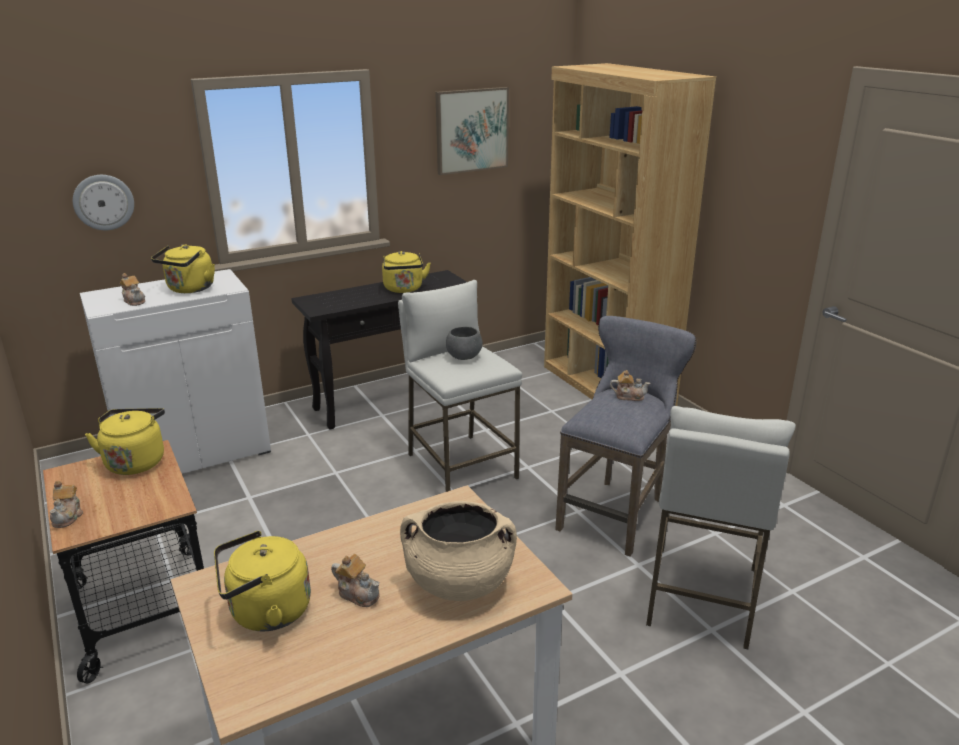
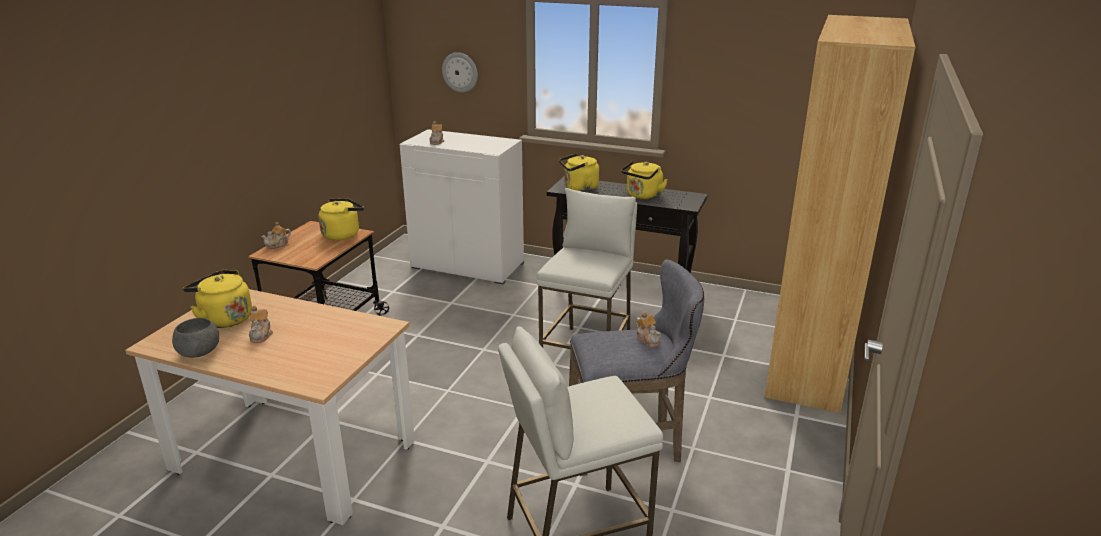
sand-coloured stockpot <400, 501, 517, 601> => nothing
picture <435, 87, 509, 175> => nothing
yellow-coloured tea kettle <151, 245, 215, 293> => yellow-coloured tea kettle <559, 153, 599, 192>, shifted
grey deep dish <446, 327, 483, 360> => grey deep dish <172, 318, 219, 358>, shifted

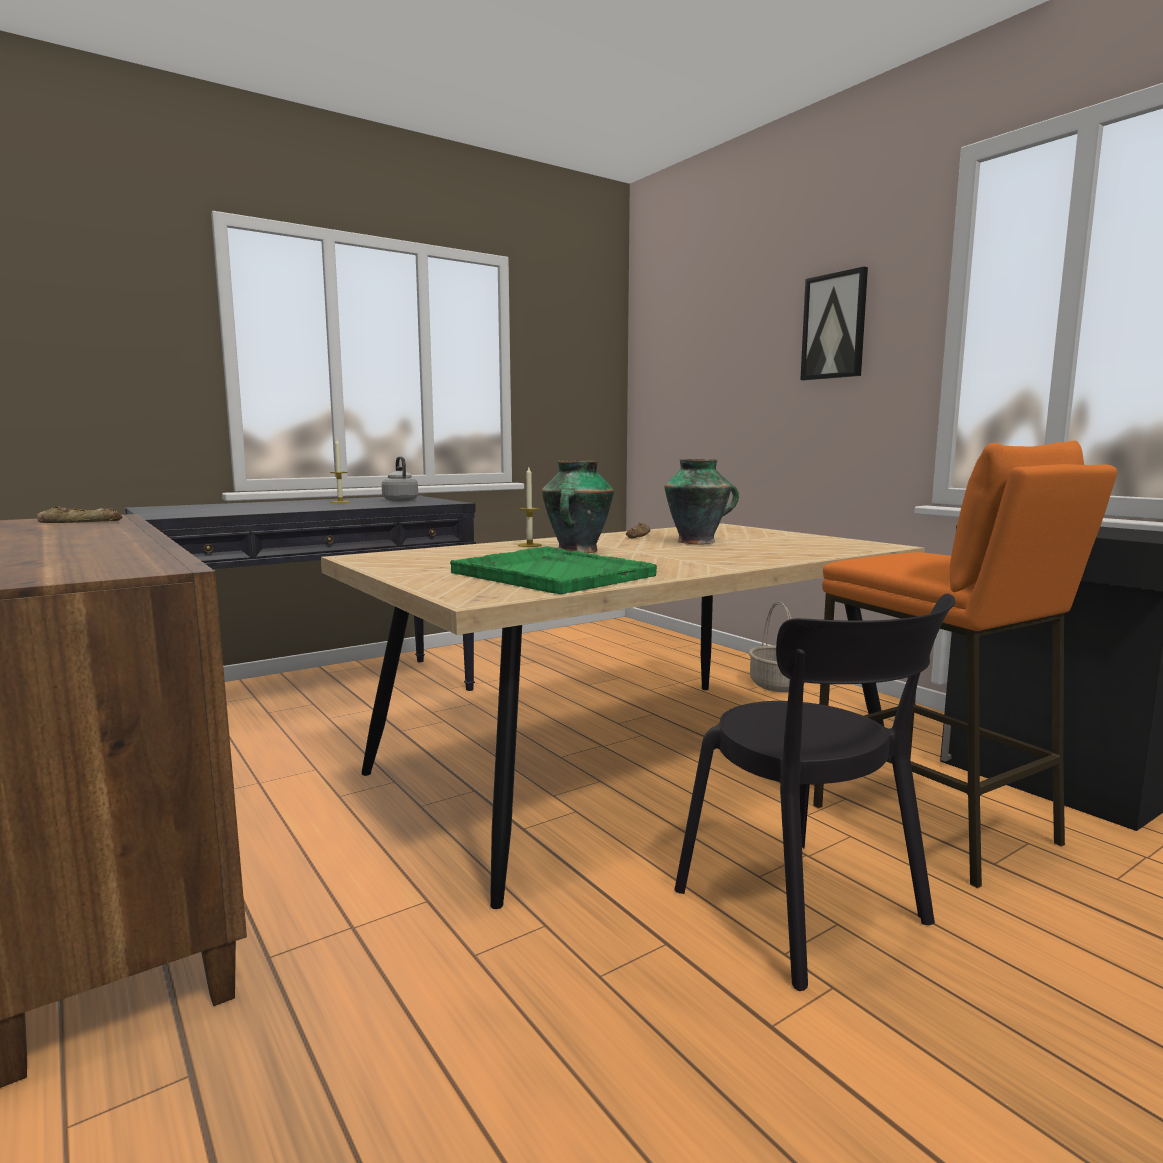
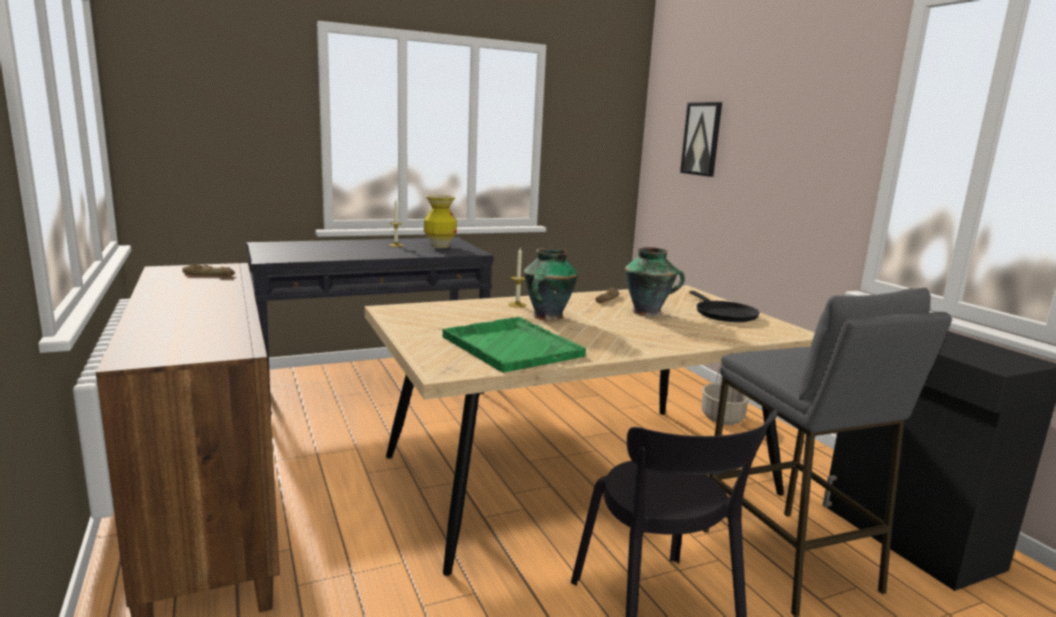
nothing => black pan <689, 291, 760, 322>
picture <800, 267, 868, 381> => picture <680, 102, 722, 177>, shifted
grey tea kettle <382, 456, 418, 502> => vase <424, 195, 457, 248>
orangey sitting stool <813, 440, 1117, 889> => grey sitting stool <702, 288, 952, 617>

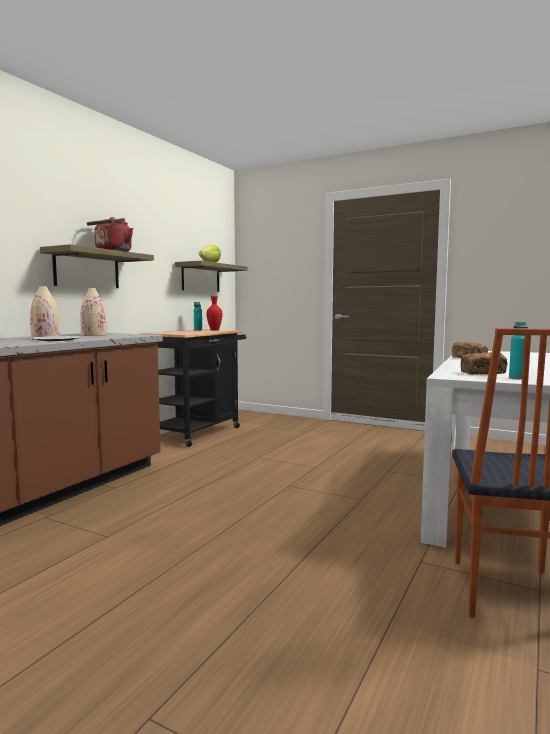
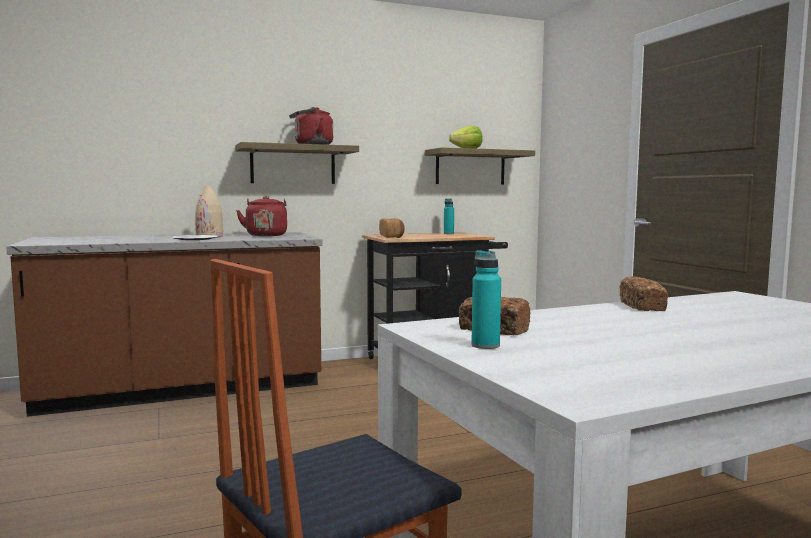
red vase <207, 296, 222, 331> => nothing
nothing => baked bread <379, 218, 405, 238>
sand-coloured vase <80, 288, 107, 336> => red tea kettle <236, 196, 287, 236>

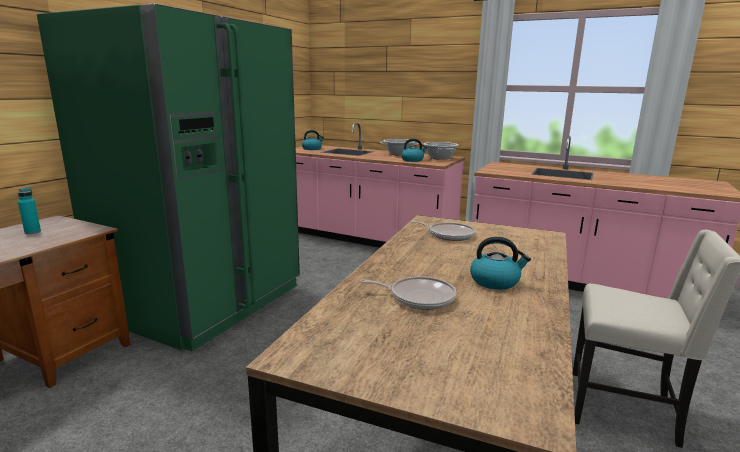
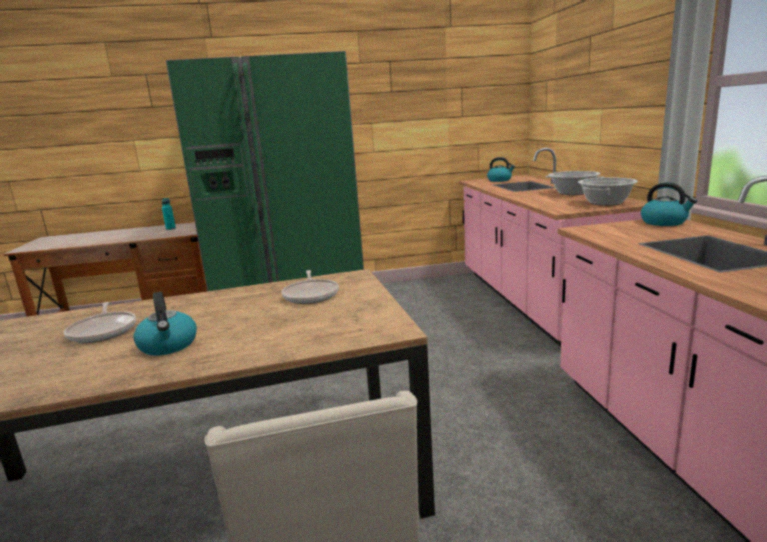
tea kettle <401, 138, 427, 162> => tea kettle <641, 182, 697, 226>, shifted

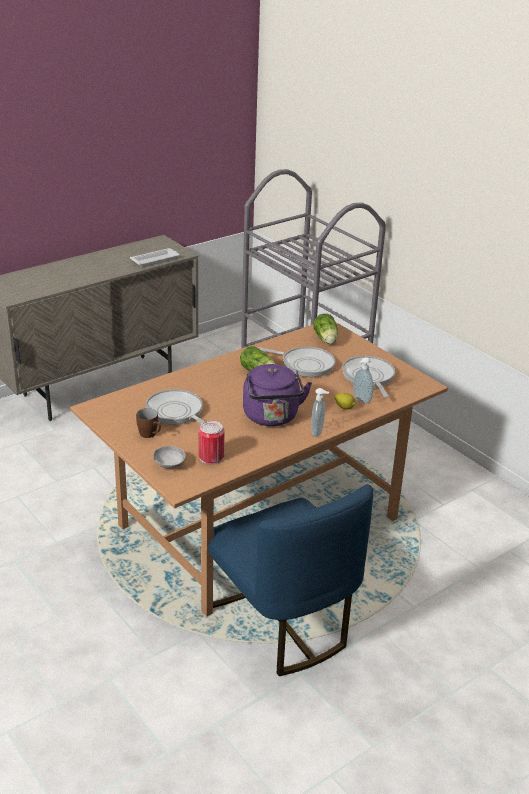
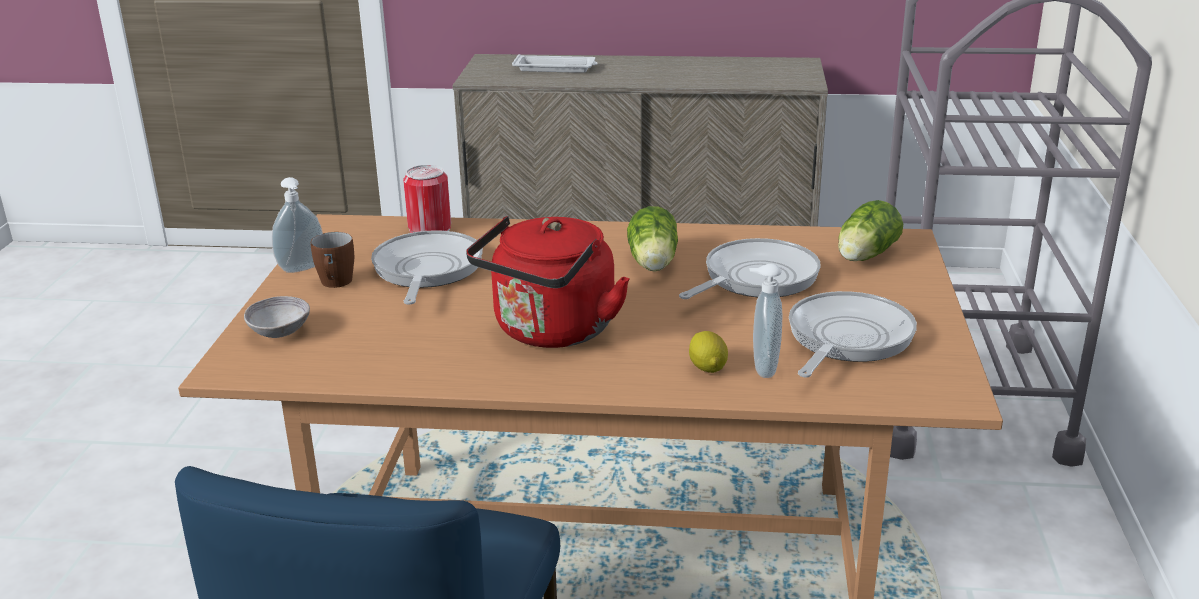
whitish serving tray <130, 248, 179, 267> => whitish serving tray <512, 54, 598, 73>, shifted
can <199, 421, 225, 464> => can <403, 165, 451, 233>, shifted
soap dispenser <311, 388, 329, 437> => soap dispenser <272, 177, 323, 273>, shifted
purple tea kettle <243, 364, 312, 426> => red tea kettle <466, 216, 630, 348>
pan <258, 347, 335, 377> => pan <679, 238, 821, 299>, 105 degrees counterclockwise

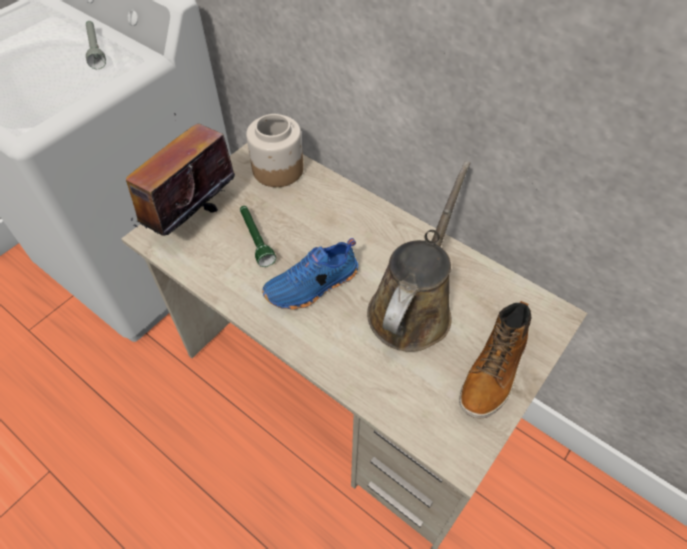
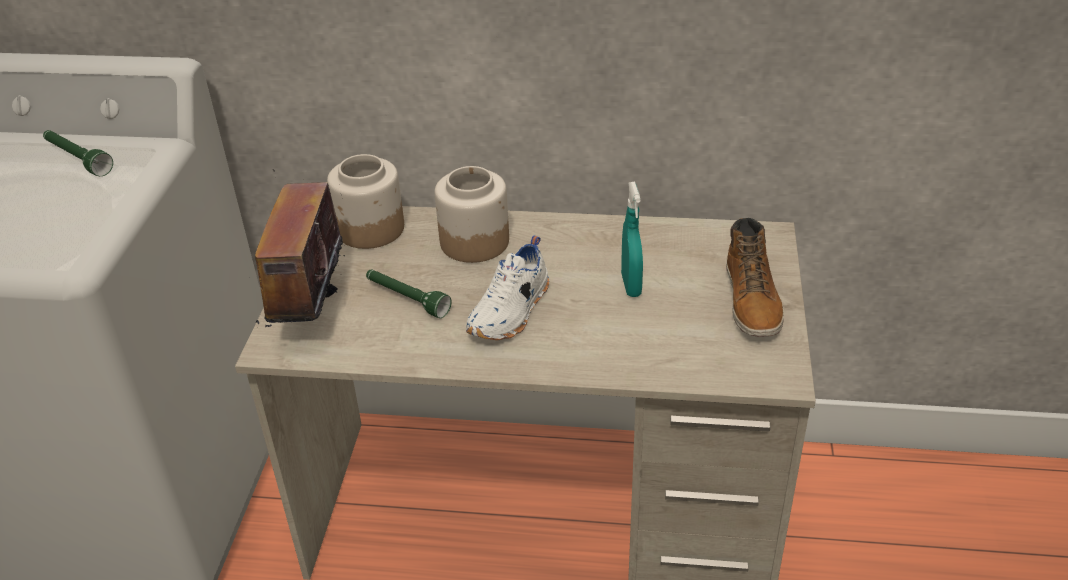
nothing => jar <435, 166, 509, 263>
brownish sprinkling can <367, 161, 471, 352> => turquoise spray bottle <621, 182, 643, 297>
grey flashlight <86, 21, 106, 69> => greenish flashlight <43, 130, 113, 176>
bluish item of footwear <262, 238, 358, 310> => whitish item of footwear <466, 235, 549, 340>

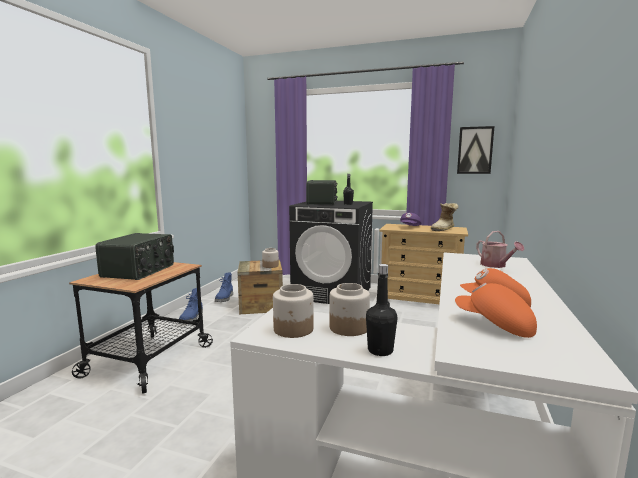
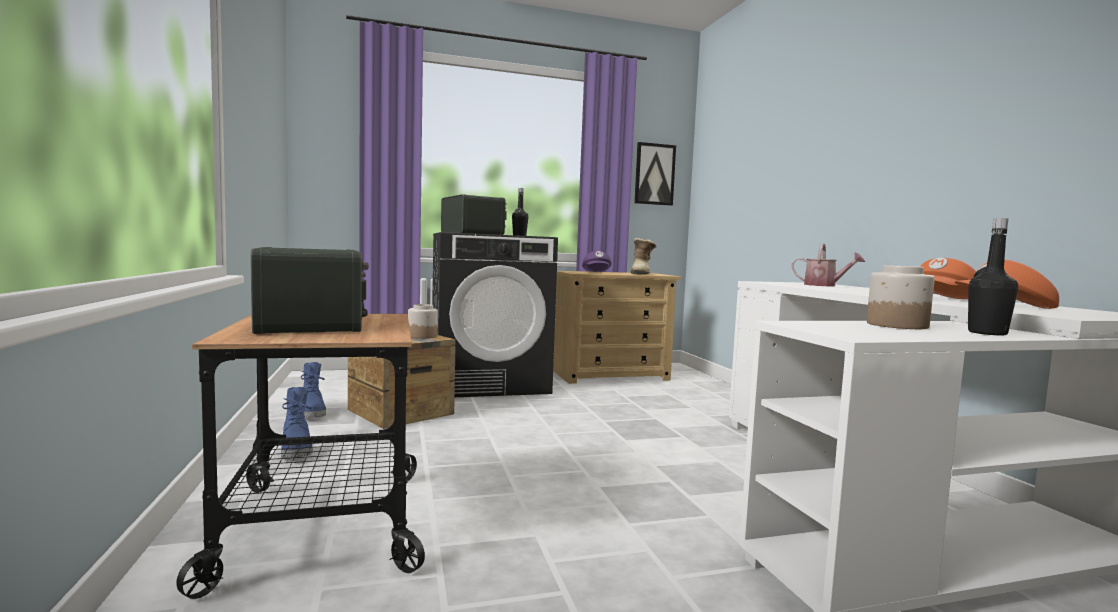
jar <273, 284, 314, 338> => nothing

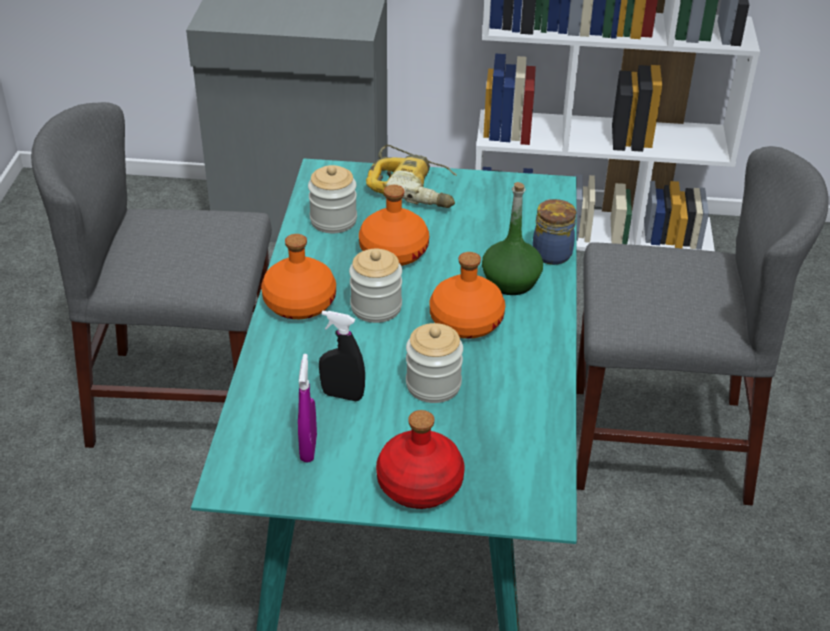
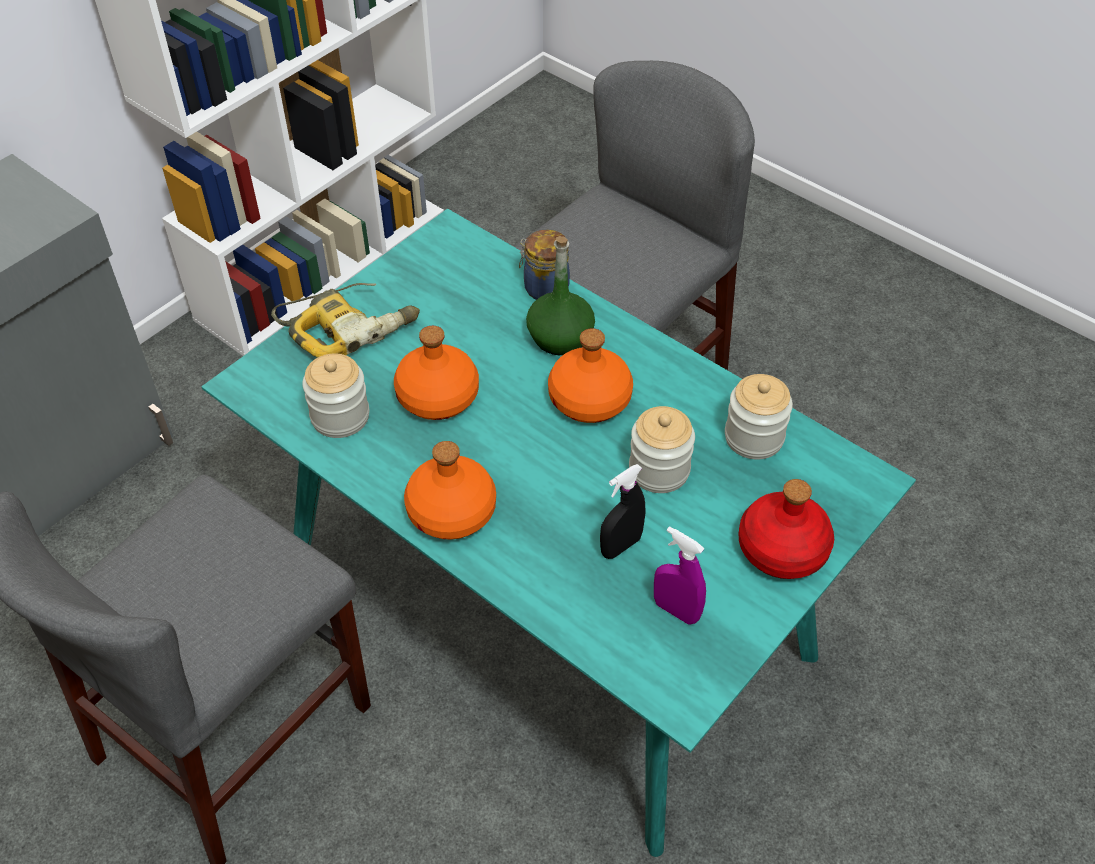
jar <349, 248, 402, 323> => jar <725, 374, 793, 460>, shifted

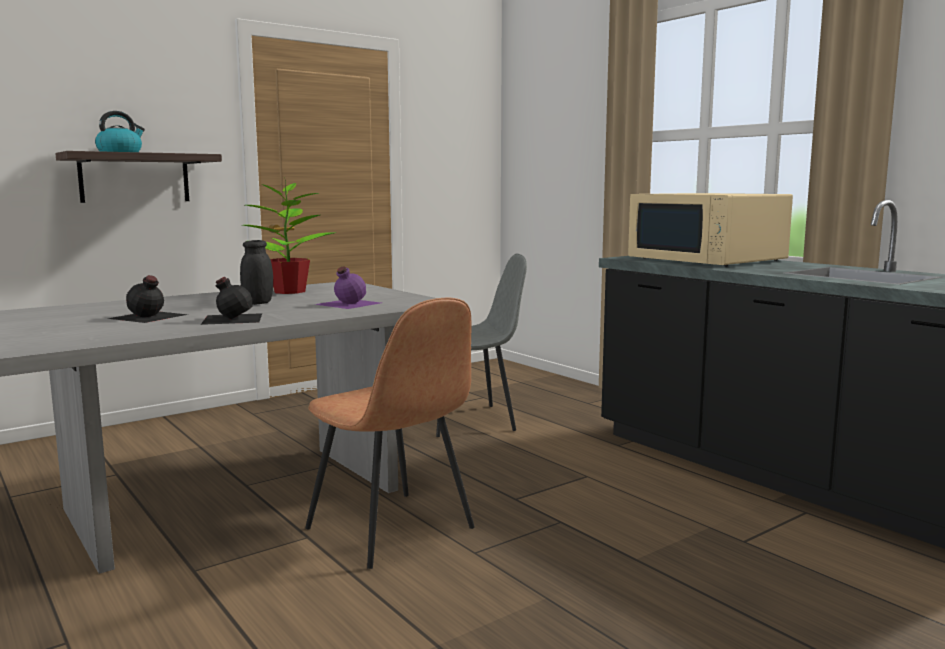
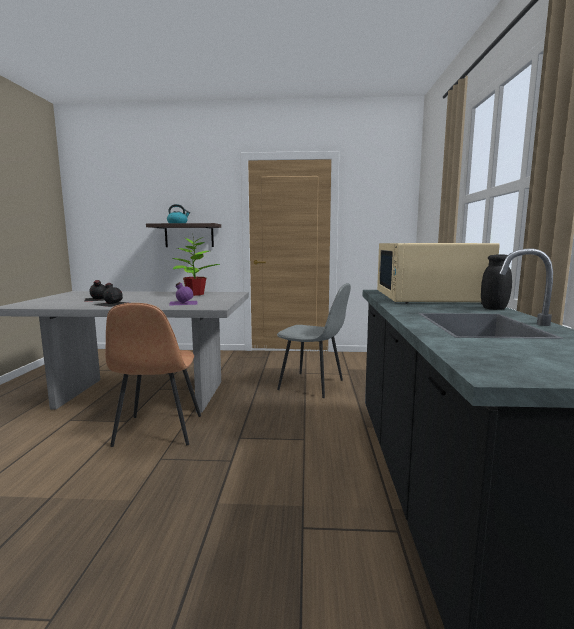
black jar <240, 240, 273, 305> => black jar <481, 254, 512, 310>, shifted

